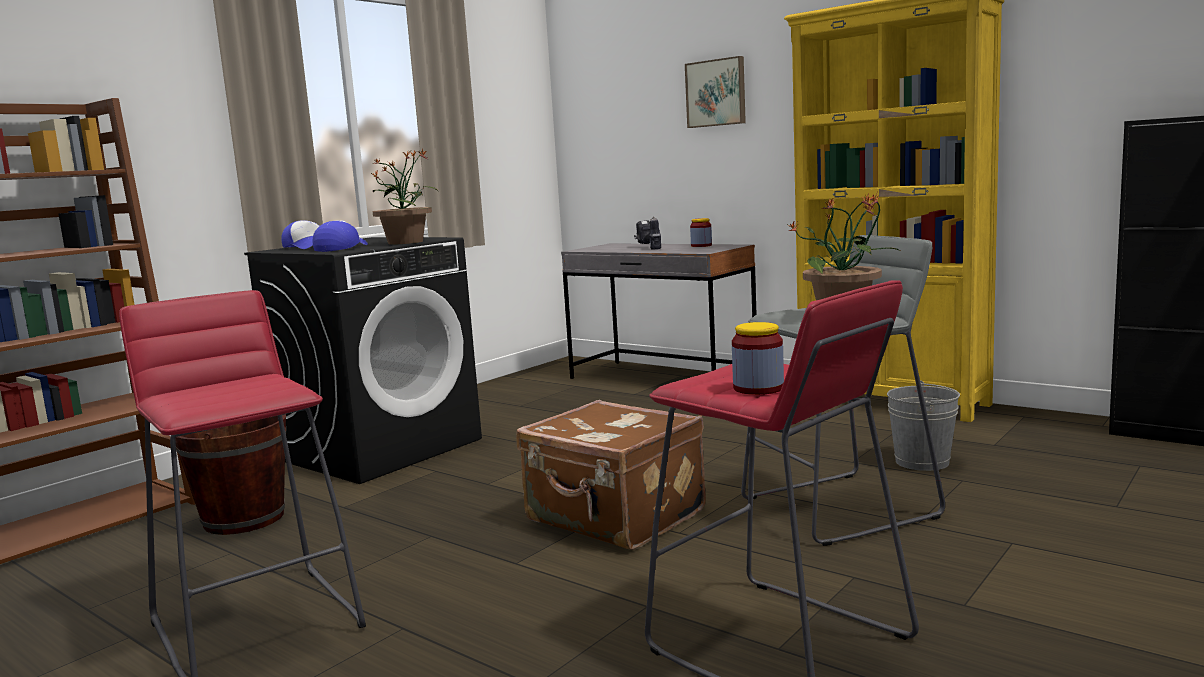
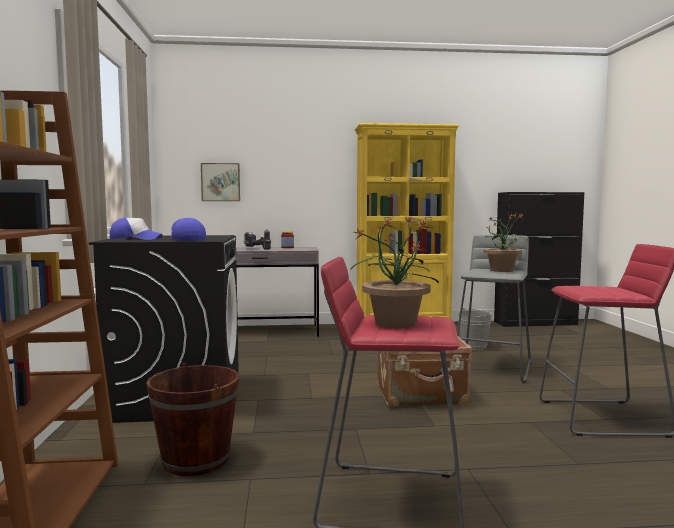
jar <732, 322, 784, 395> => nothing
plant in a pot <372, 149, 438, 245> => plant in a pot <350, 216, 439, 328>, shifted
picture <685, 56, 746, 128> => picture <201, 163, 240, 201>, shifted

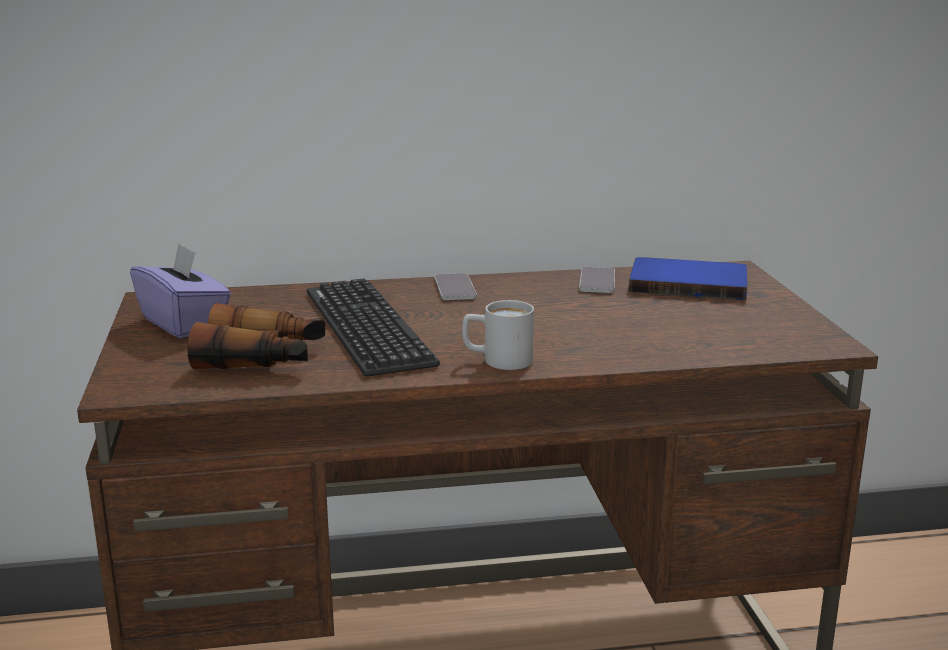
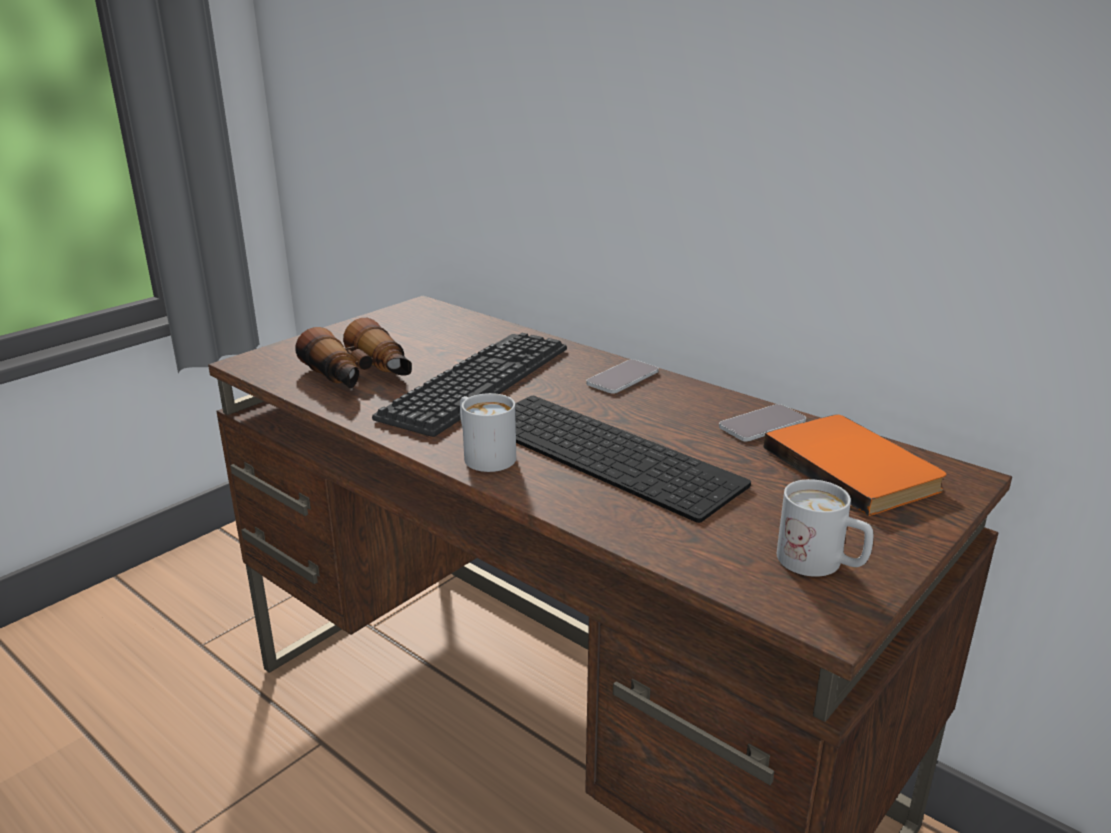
purple tissue holder <130, 243, 231, 338> => nothing
nothing => PC keyboard <515, 396, 751, 523>
nothing => whitish coffee mug <777, 479, 873, 577>
bluish volume <628, 257, 747, 300> => orangey volume <764, 415, 946, 516>

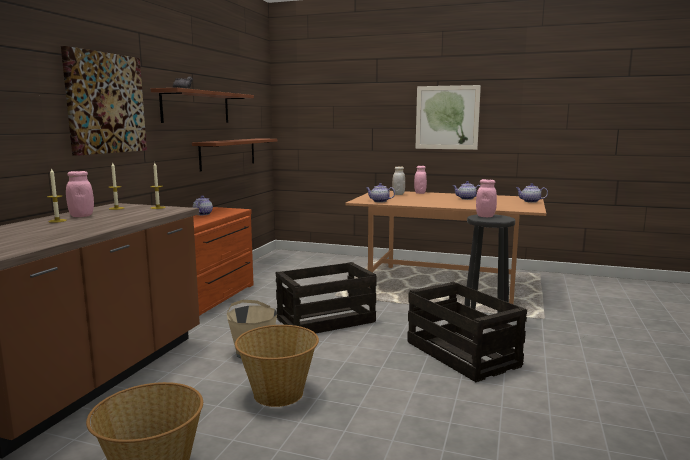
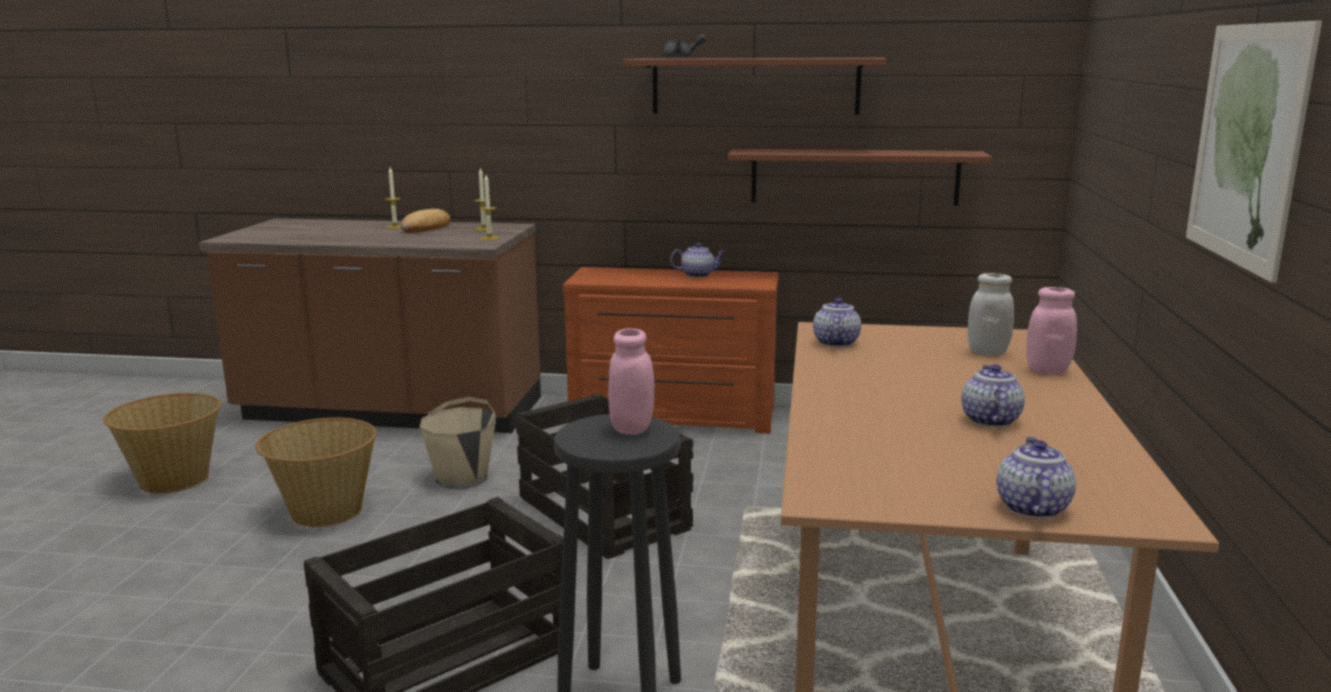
picture <61, 46, 147, 156> => nothing
pinkish jar <66, 171, 94, 217> => baked bread <401, 209, 451, 233>

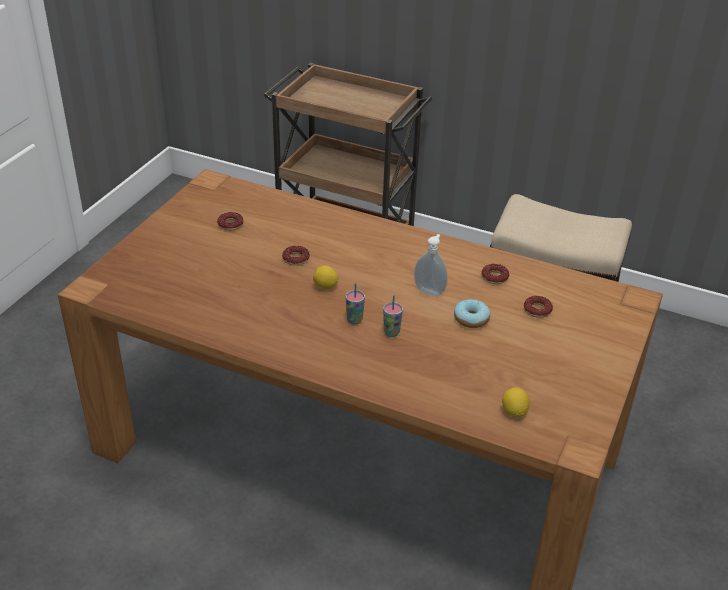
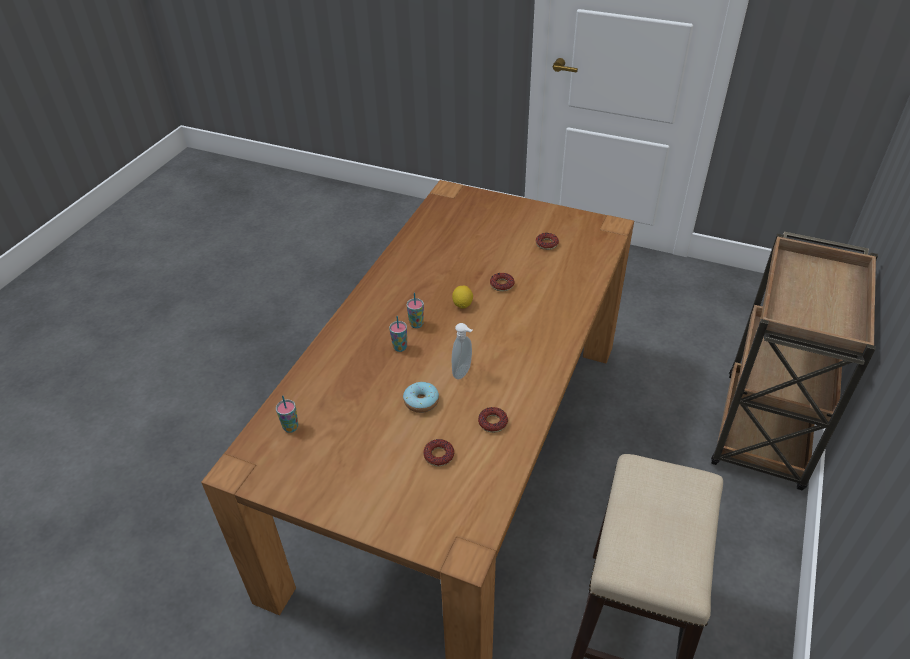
whole lemon <502, 387, 529, 417> => small cup <276, 396, 298, 433>

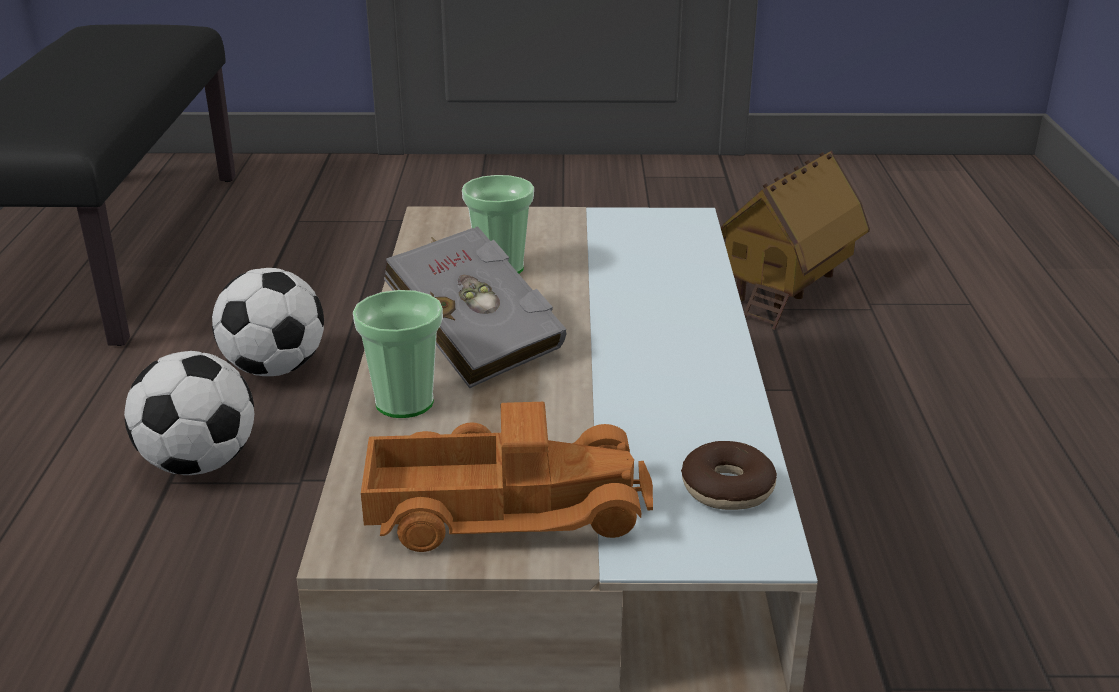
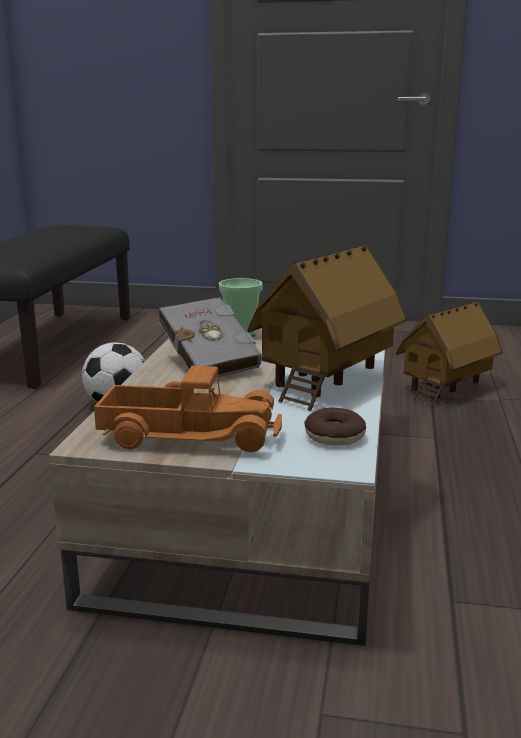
ball for football <124, 351, 255, 475> => nothing
small cup <353, 290, 443, 418> => nothing
nothing => miniature house <247, 245, 407, 411>

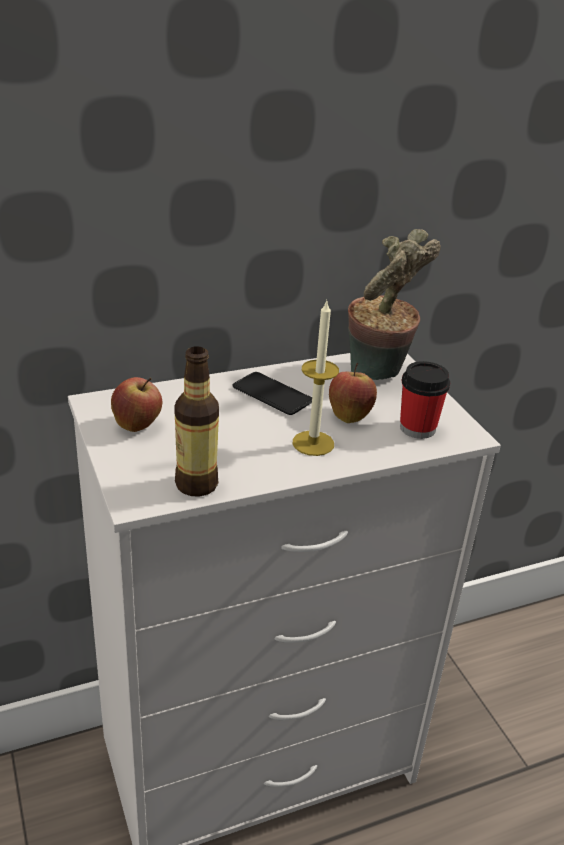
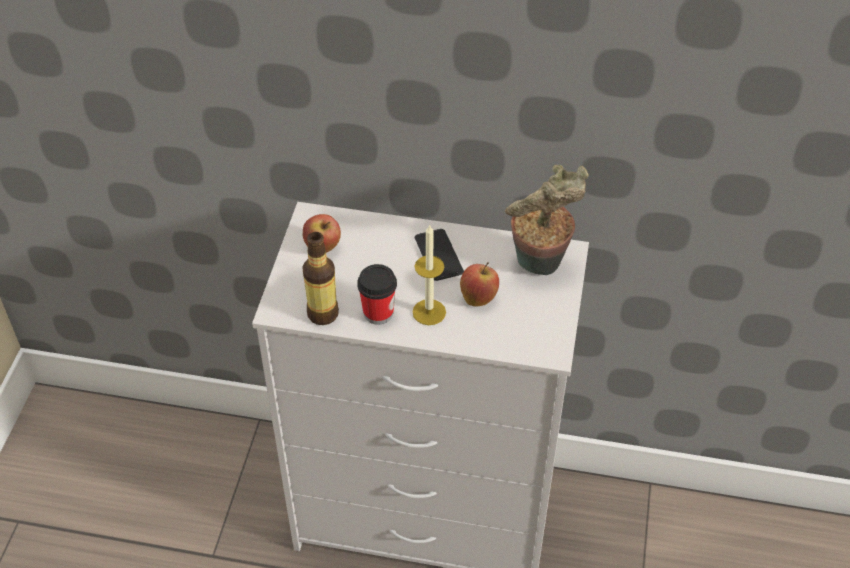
small cup <400, 361, 450, 439> => small cup <357, 264, 397, 325>, shifted

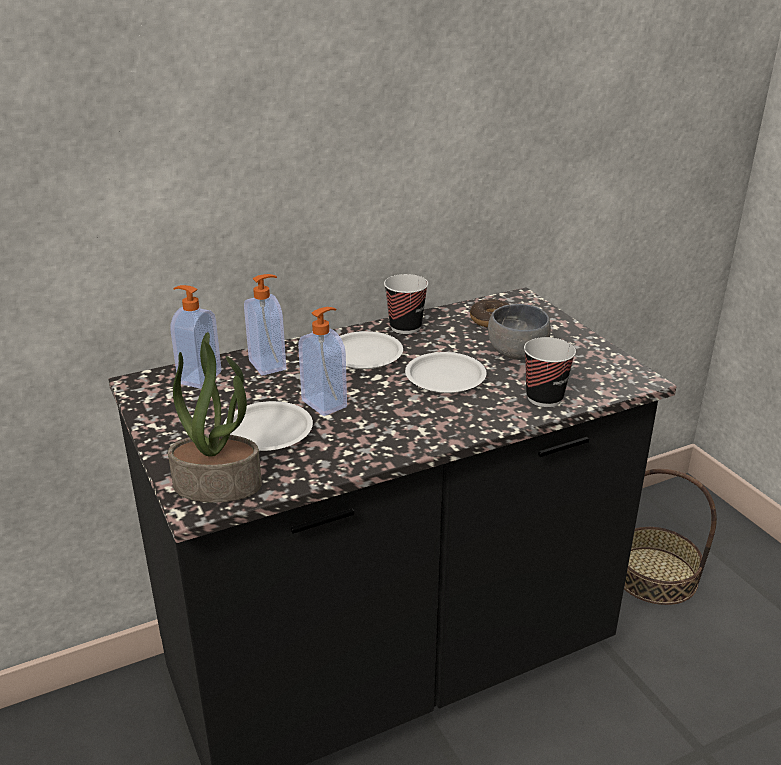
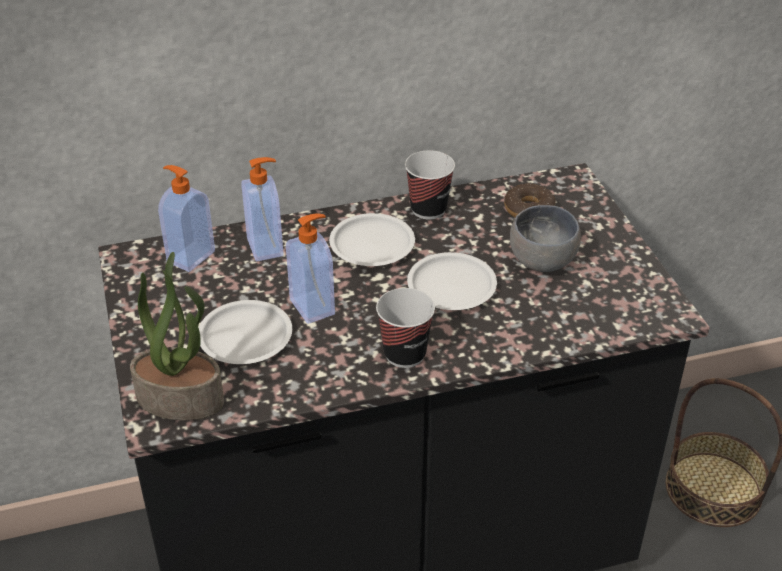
small cup <524, 337, 576, 407> => small cup <376, 288, 435, 368>, shifted

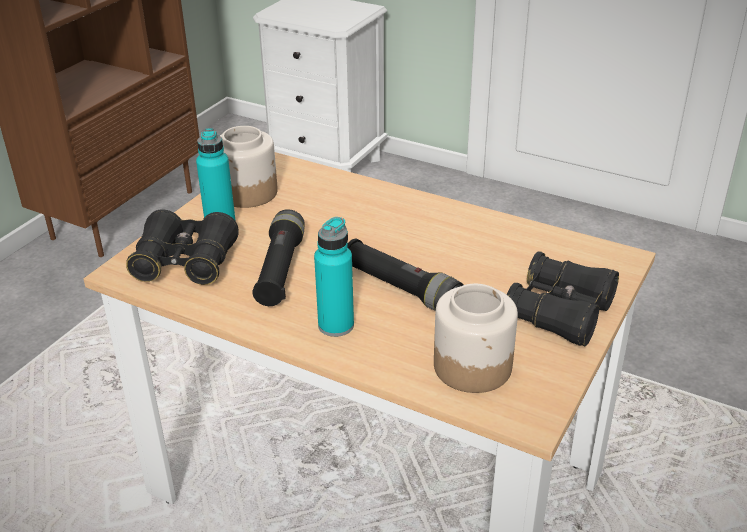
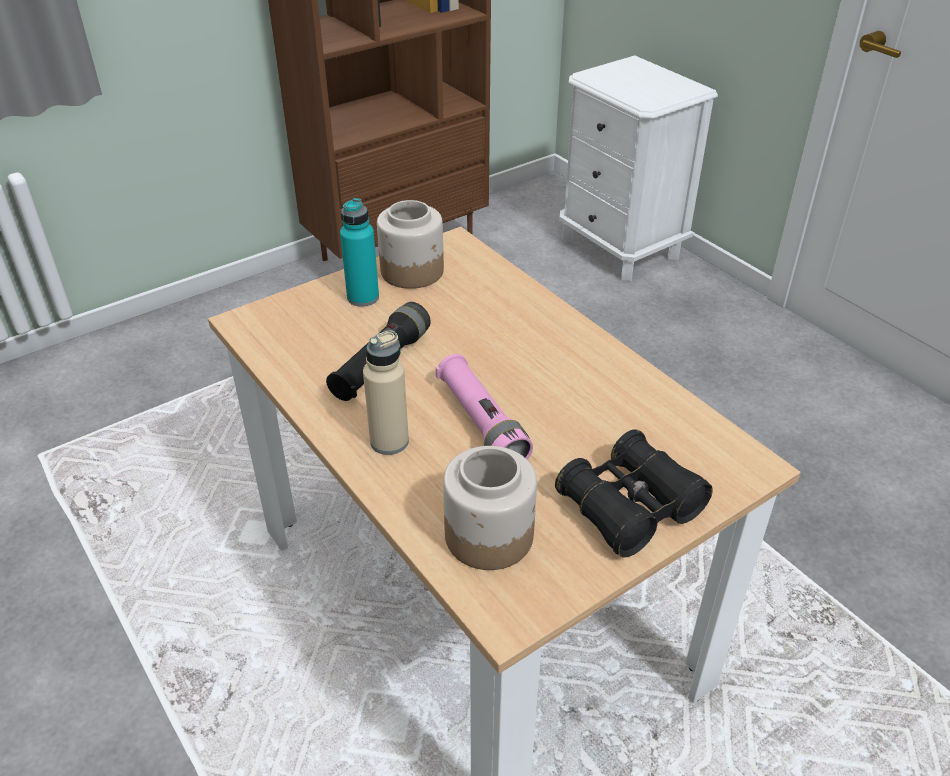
black field glasses <126, 209, 238, 285> => nothing
turquoise beverage bottle <314, 217, 354, 337> => sand-coloured beverage bottle <363, 330, 409, 455>
black flashlight <347, 239, 464, 311> => pinkish flashlight <436, 354, 533, 460>

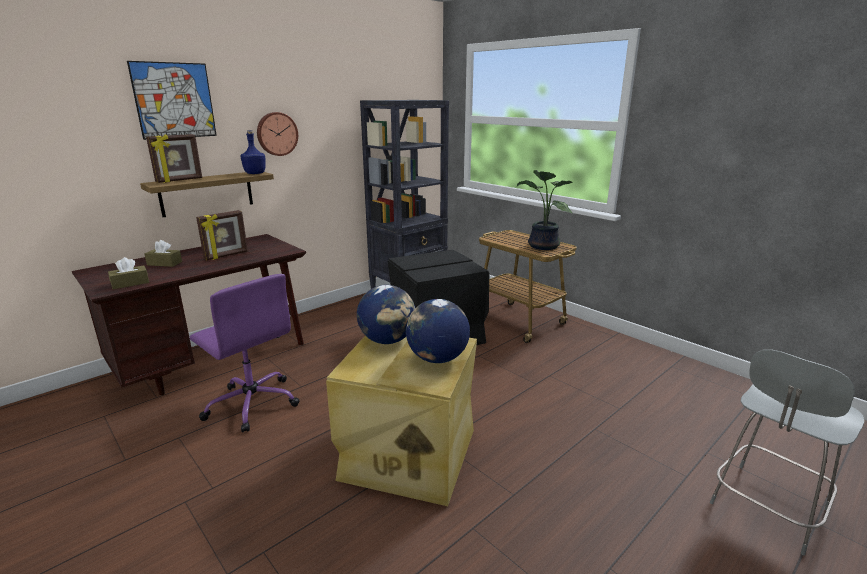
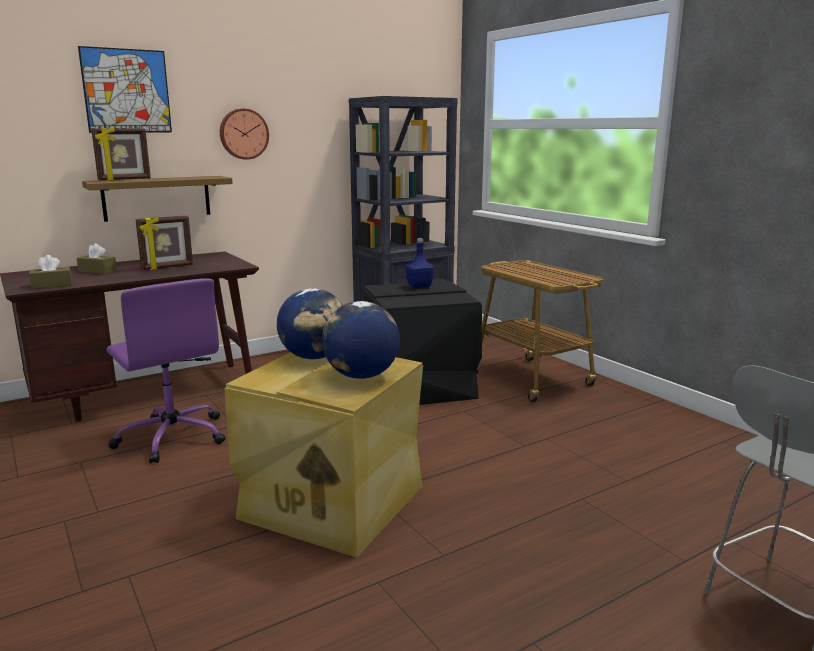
plant in a pot <517, 170, 573, 250> => nothing
bluish beverage bottle <240, 130, 266, 174> => bluish beverage bottle <406, 238, 434, 288>, shifted

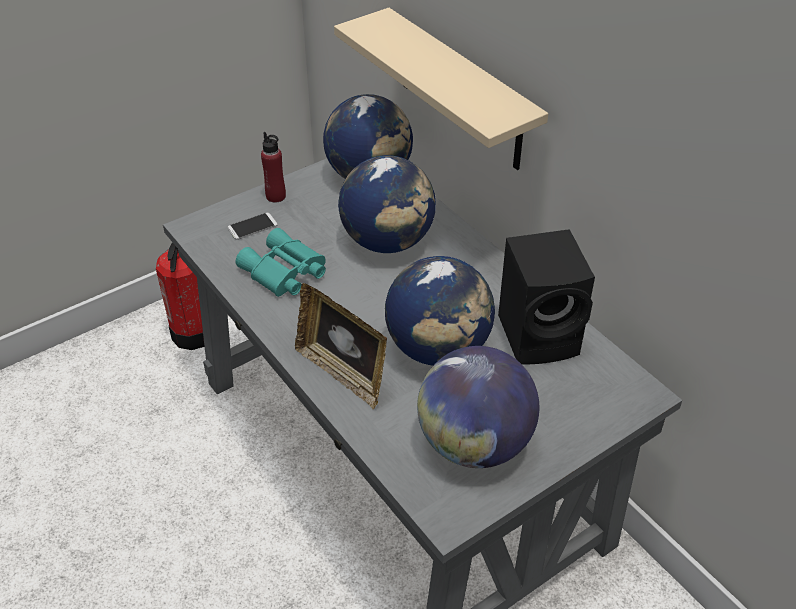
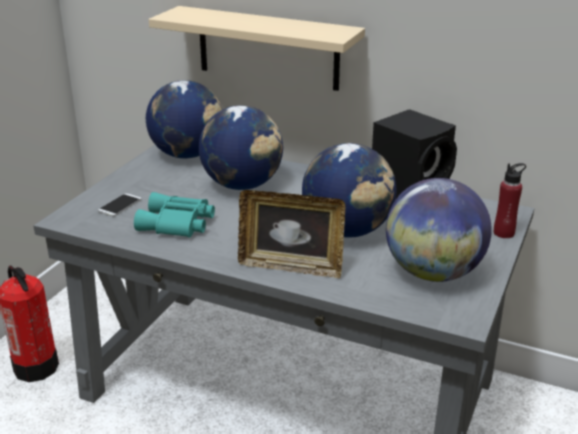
red beverage bottle <261, 132, 286, 203> => red beverage bottle <494, 163, 526, 238>, shifted

